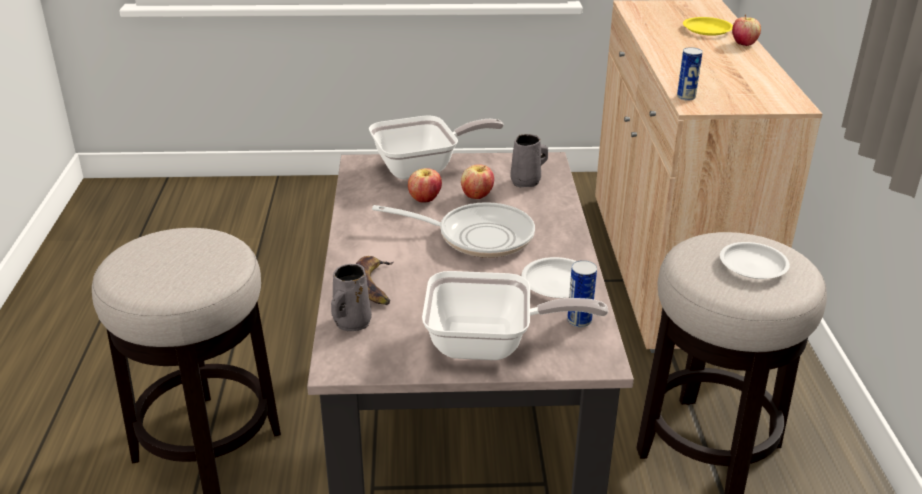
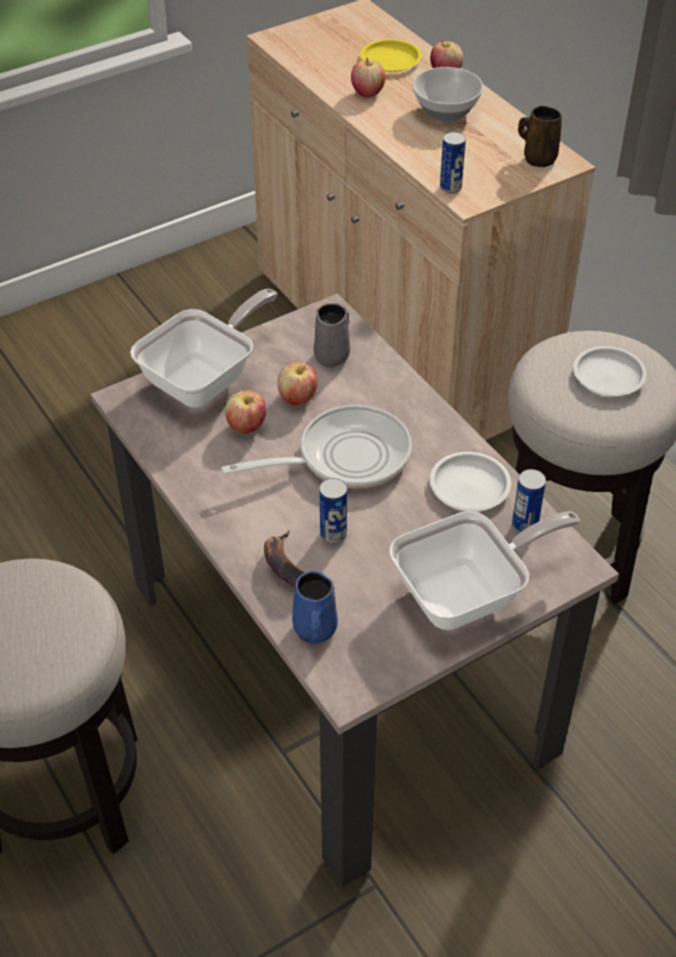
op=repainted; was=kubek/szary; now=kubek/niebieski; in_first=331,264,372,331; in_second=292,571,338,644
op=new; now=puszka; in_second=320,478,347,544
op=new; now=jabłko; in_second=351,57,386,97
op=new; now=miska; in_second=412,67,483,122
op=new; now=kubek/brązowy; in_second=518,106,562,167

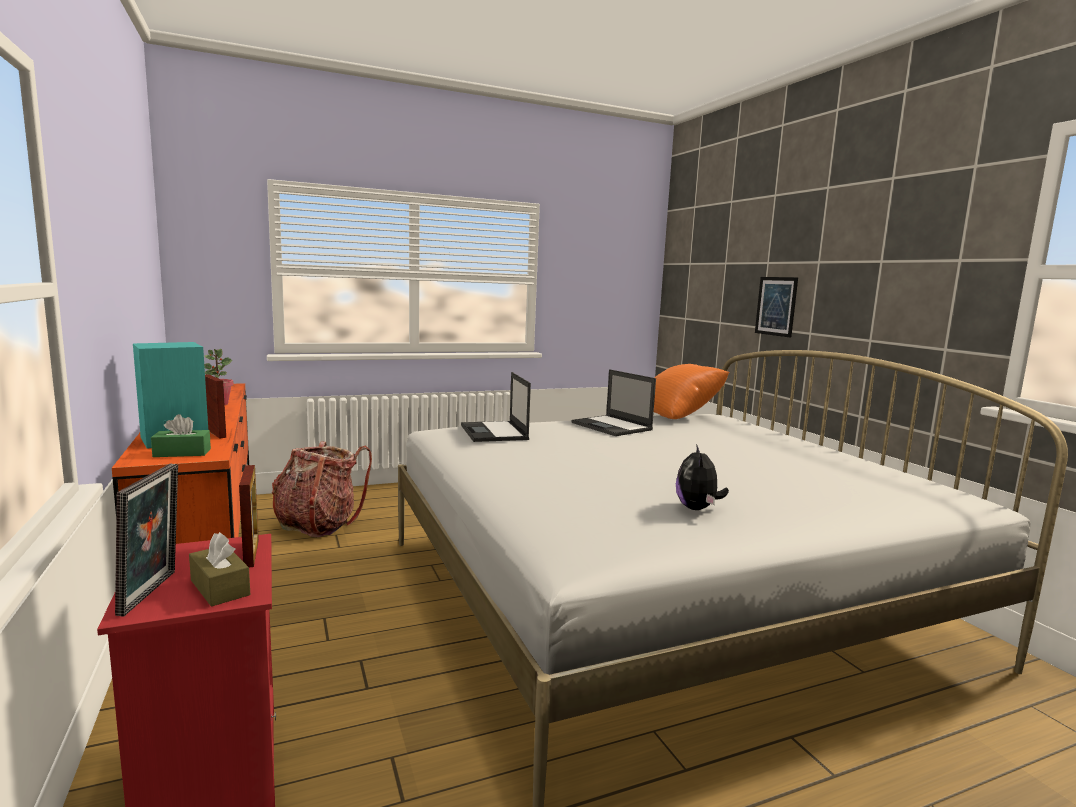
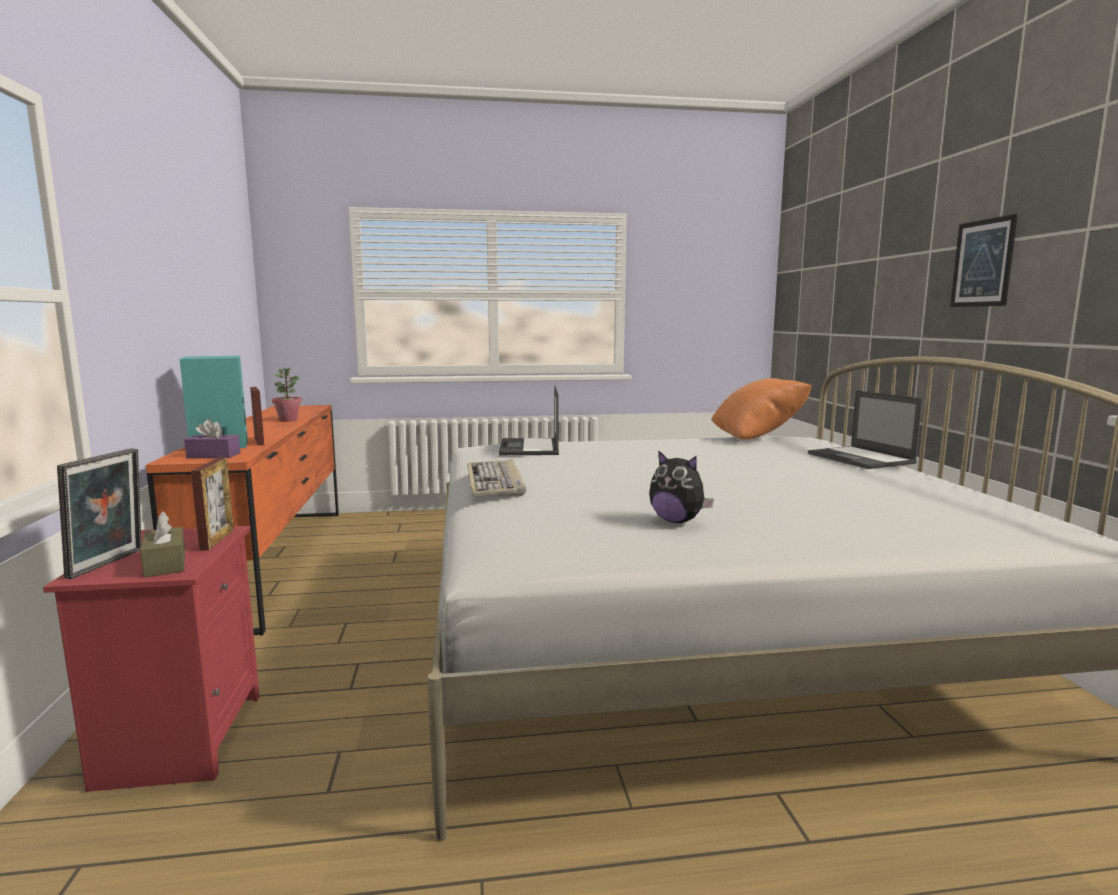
op=repainted; was=pudełko chusteczek/zielony; now=pudełko chusteczek/fioletowy; in_first=151,414,211,457; in_second=184,419,241,458
op=gone; was=plecak; in_first=272,441,372,537
op=shifted; was=laptop; in_first=571,369,656,436; in_second=808,390,923,469
op=rotated; was=pluszak; in_first=676,444,729,510; in_second=649,450,714,523; clockwise=-75
op=shifted; was=obraz; in_first=755,277,798,338; in_second=950,214,1018,307
op=new; now=klawiatura; in_second=467,459,526,497

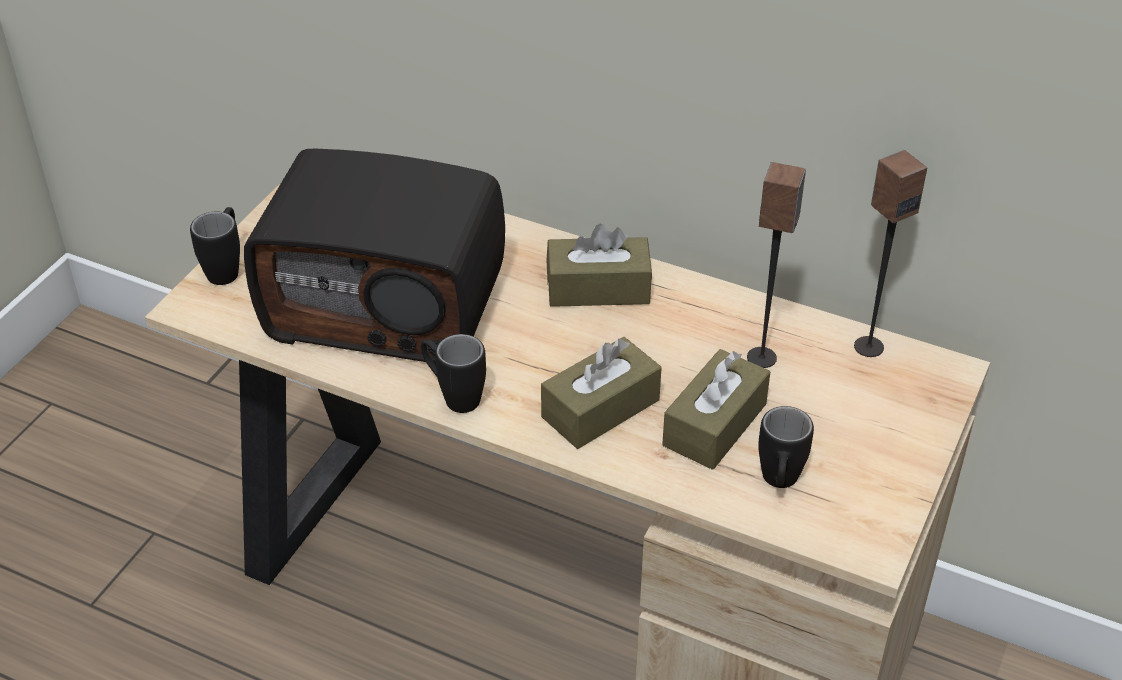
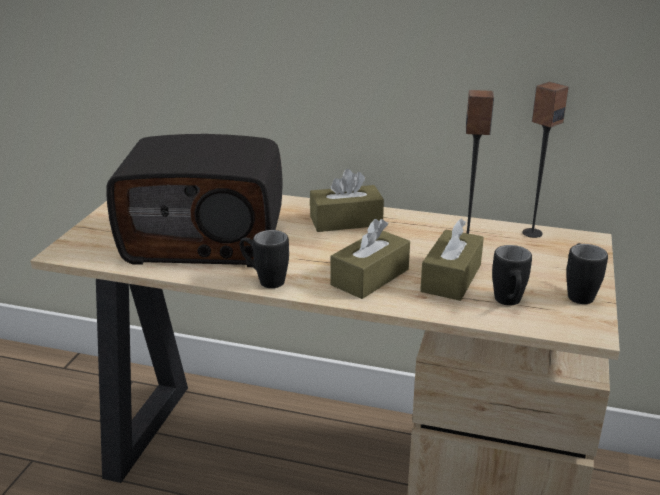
op=shifted; was=kubek/czarny; in_first=190,207,240,285; in_second=566,243,608,304

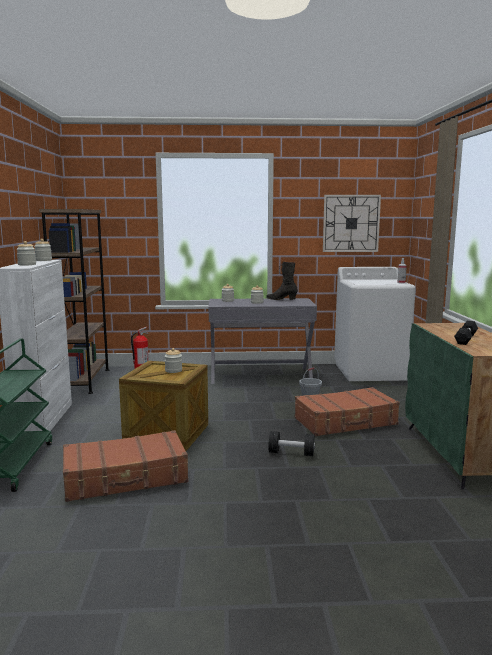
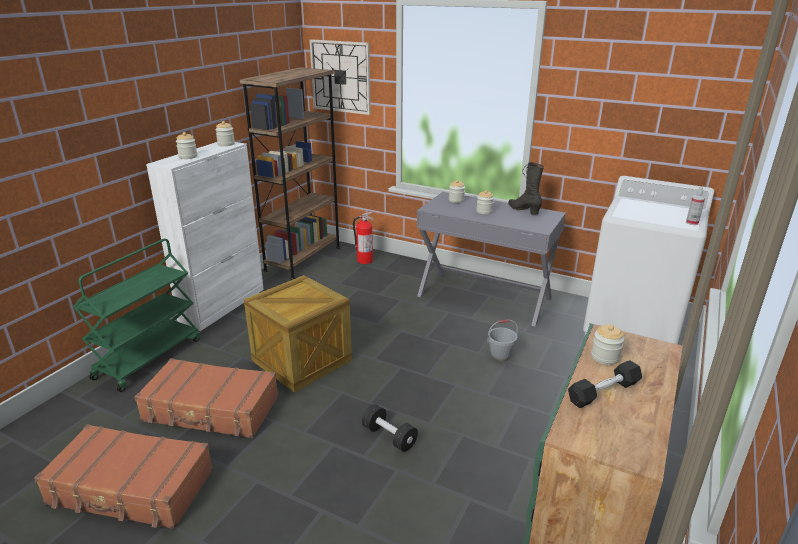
op=shifted; was=słoik; in_first=165,348,182,373; in_second=591,325,624,365
op=shifted; was=walizka/brązowy; in_first=294,387,400,436; in_second=34,424,213,529
op=shifted; was=zegar ścienny; in_first=323,195,381,252; in_second=310,39,371,115

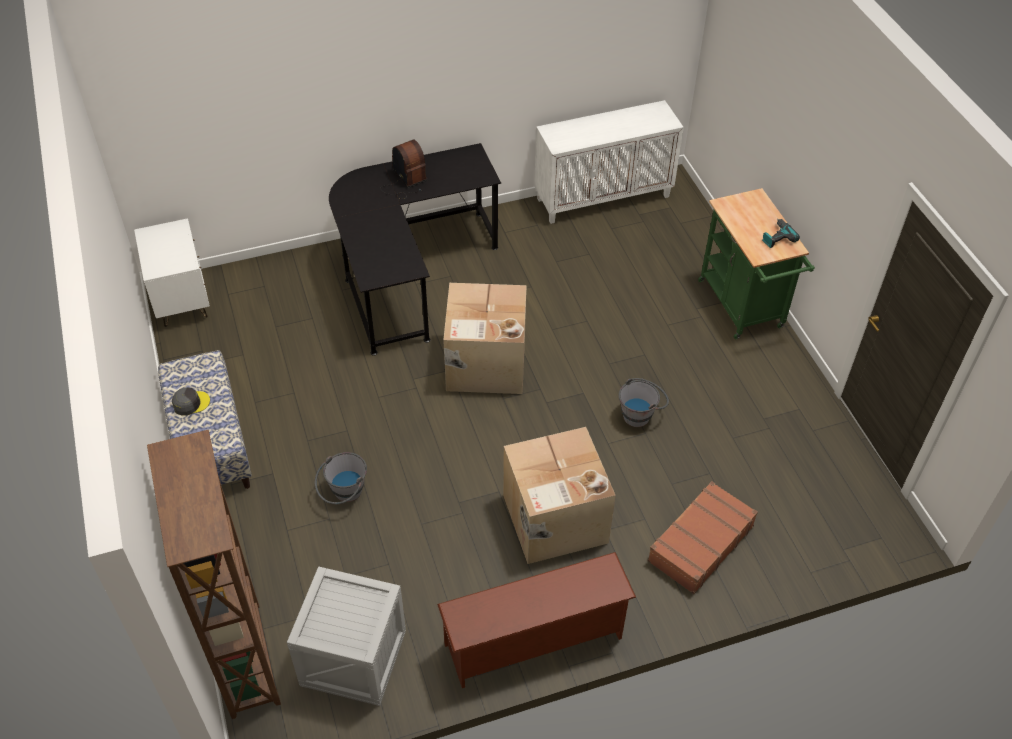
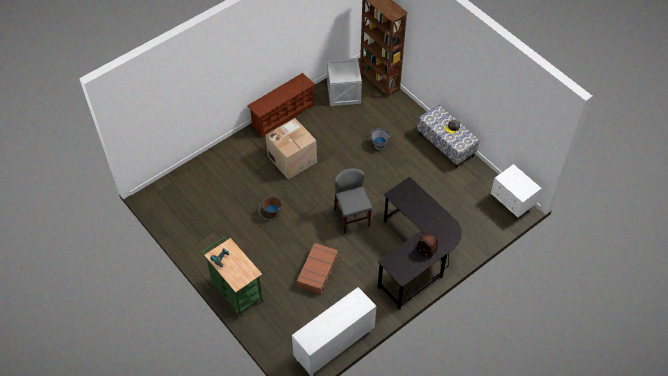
op=swapped; was=karton; now=krzesło/szary; in_first=443,283,527,394; in_second=334,168,372,234
op=repainted; was=wiadro/szary; now=wiadro/brązowy; in_first=619,378,669,427; in_second=259,197,282,220
op=shifted; was=walizka/brązowy; in_first=648,481,758,594; in_second=297,243,338,295

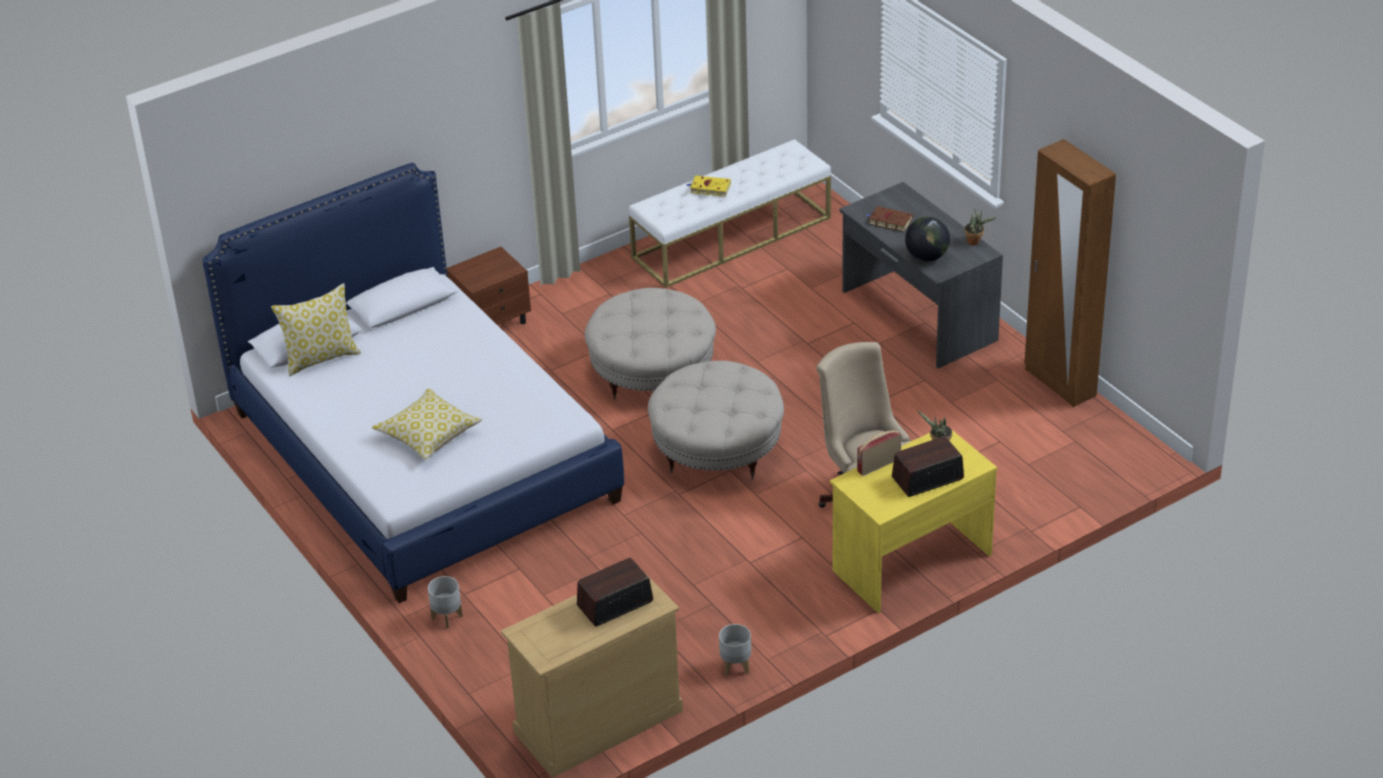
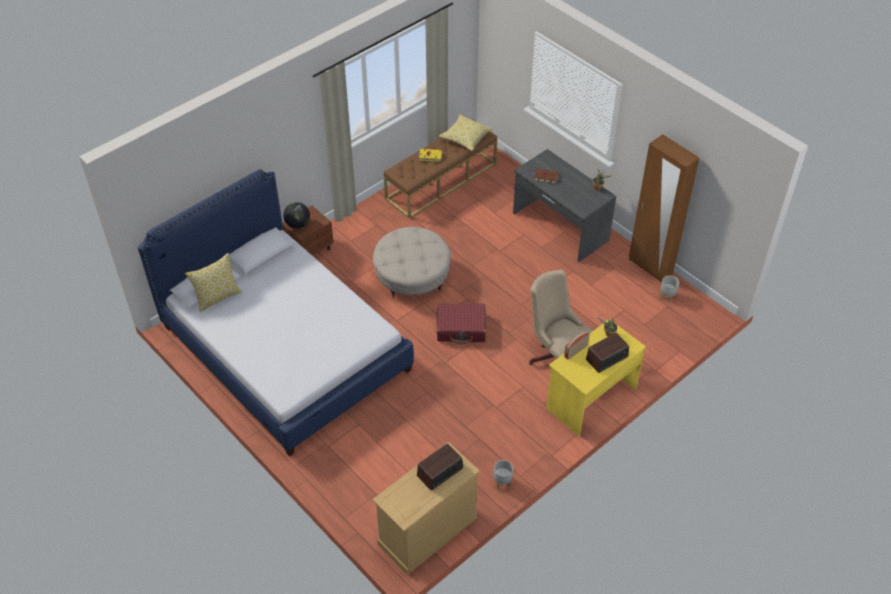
op=shifted; was=poduszka; in_first=372,388,483,459; in_second=438,114,493,151
op=shifted; was=donica/szary; in_first=428,576,463,628; in_second=659,276,679,303
op=repainted; was=ławka/biały; now=ławka/brązowy; in_first=629,139,831,288; in_second=384,119,497,218
op=swapped; was=pufa/beżowy; now=walizka/czerwony; in_first=648,361,784,479; in_second=437,303,486,344
op=shifted; was=globus; in_first=905,217,950,261; in_second=283,202,310,229

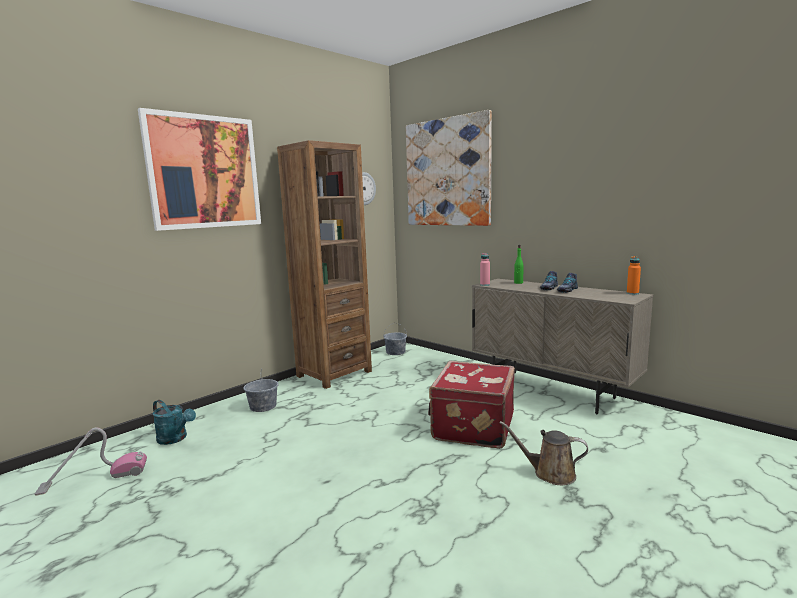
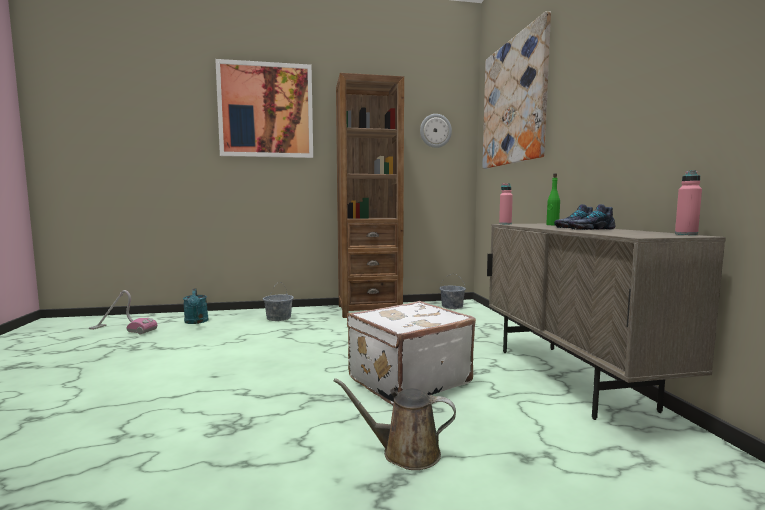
op=repainted; was=walizka/czerwony; now=walizka/biały; in_first=428,361,515,449; in_second=347,301,476,405
op=rotated; was=konewka/brązowy; in_first=500,421,588,485; in_second=334,378,456,470; clockwise=-45
op=repainted; was=butelka/pomarańczowy; now=butelka/różowy; in_first=627,256,641,295; in_second=675,170,702,235

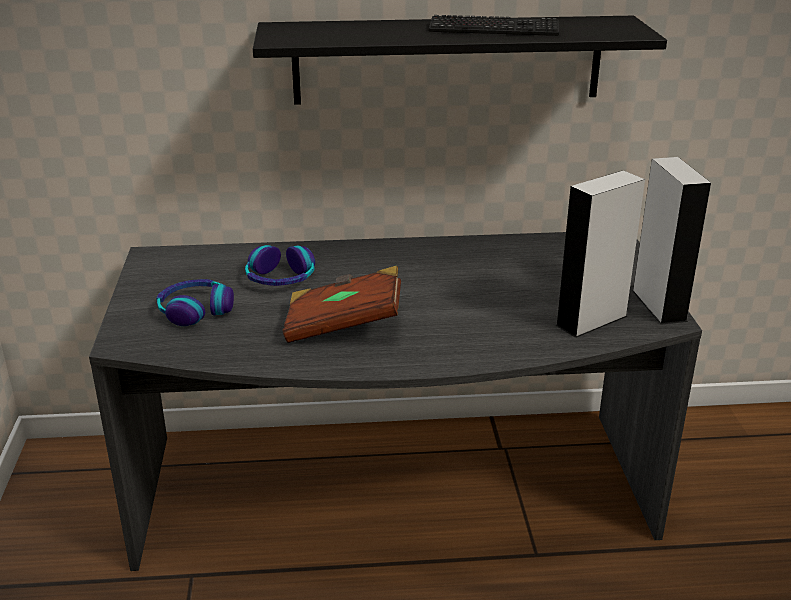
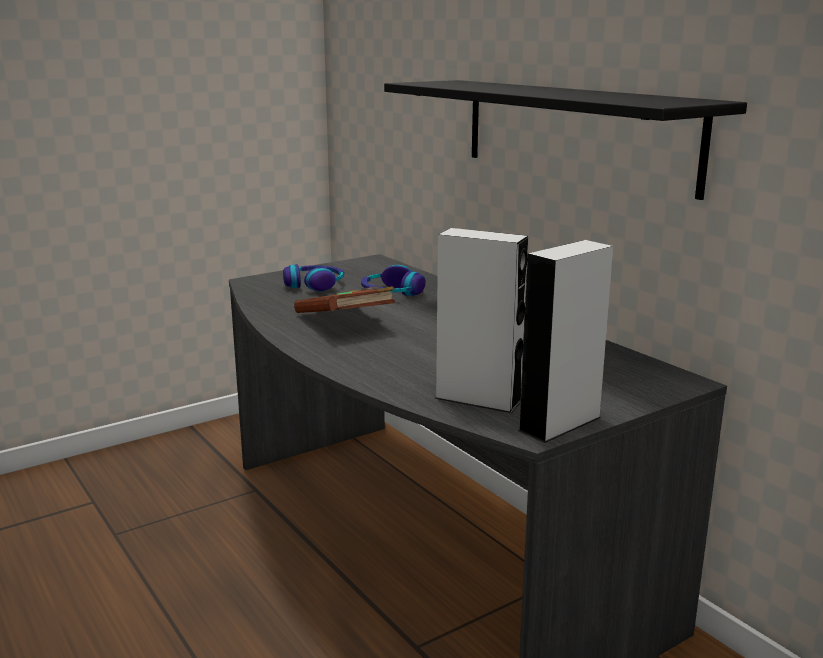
op=gone; was=klawiatura; in_first=429,15,559,36

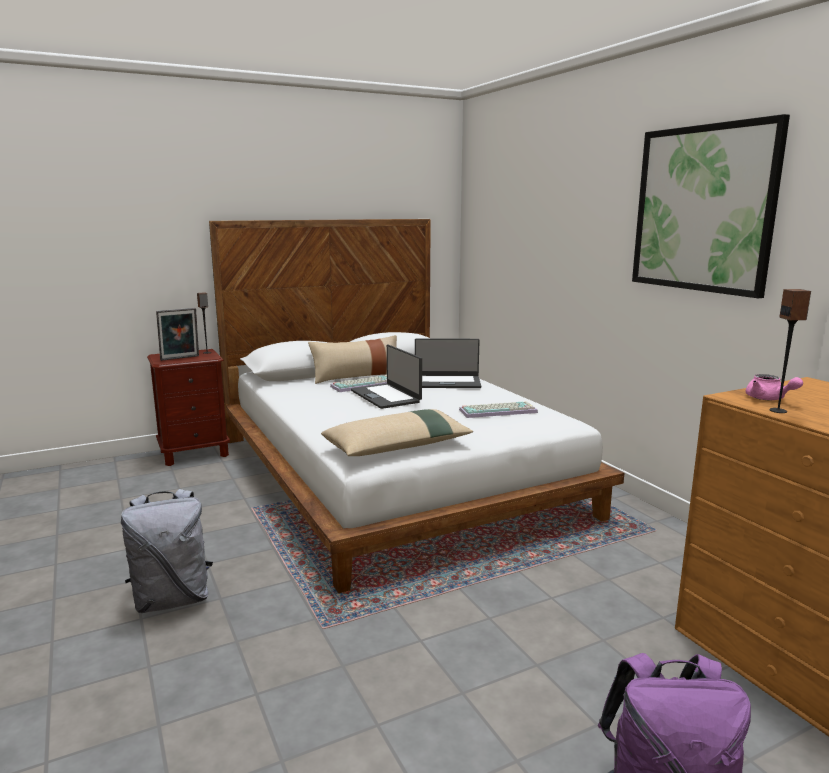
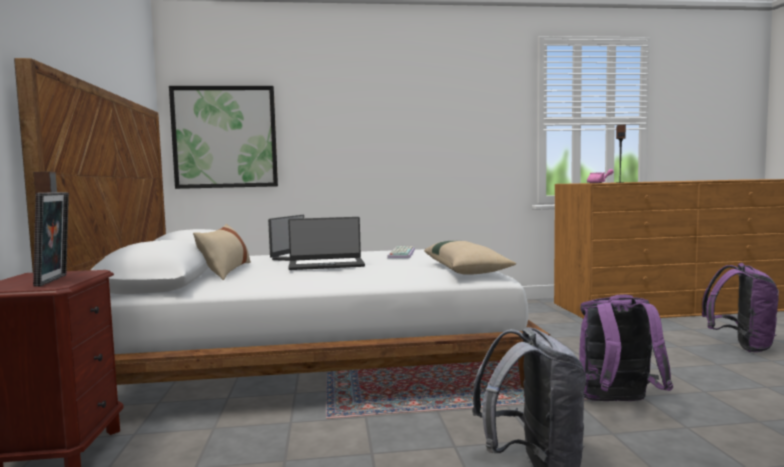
op=gone; was=klawiatura; in_first=330,375,387,392
op=shifted; was=obraz; in_first=632,114,790,298; in_second=169,86,278,189
op=new; now=plecak/fioletowy; in_second=579,294,673,401

